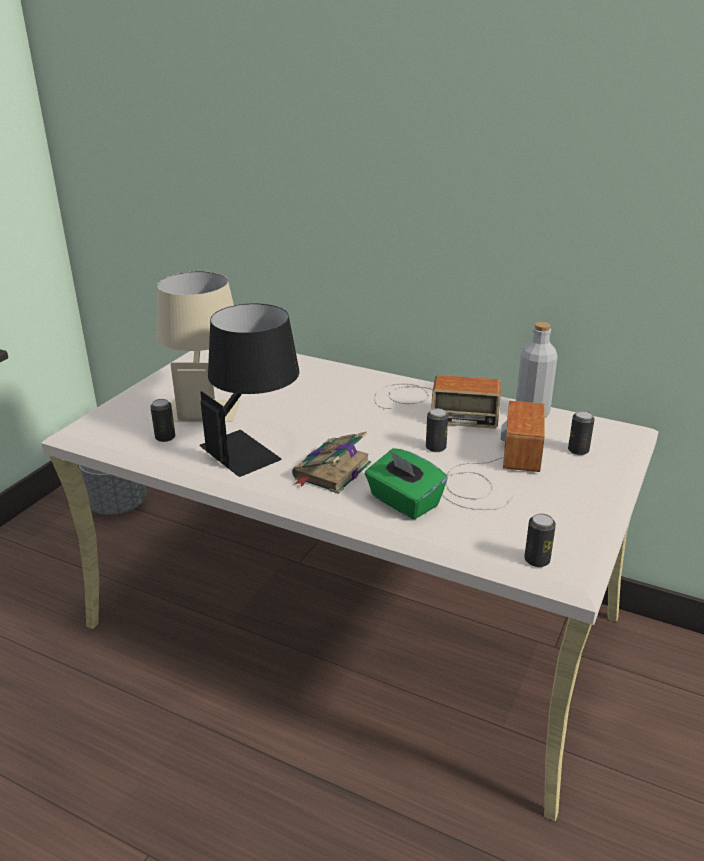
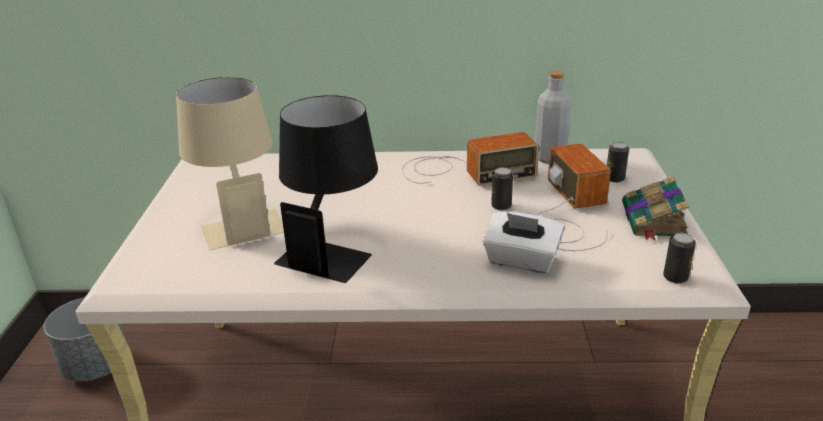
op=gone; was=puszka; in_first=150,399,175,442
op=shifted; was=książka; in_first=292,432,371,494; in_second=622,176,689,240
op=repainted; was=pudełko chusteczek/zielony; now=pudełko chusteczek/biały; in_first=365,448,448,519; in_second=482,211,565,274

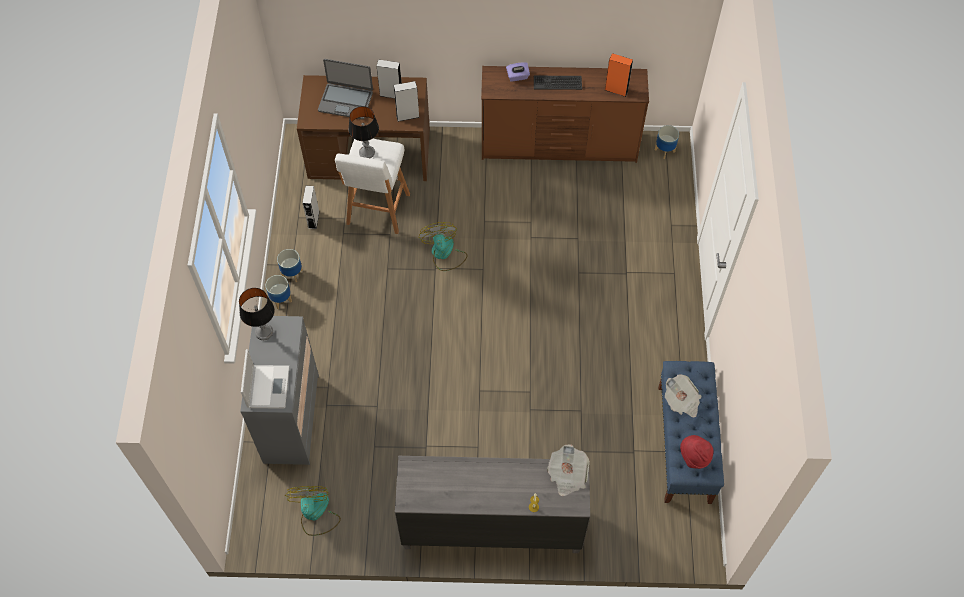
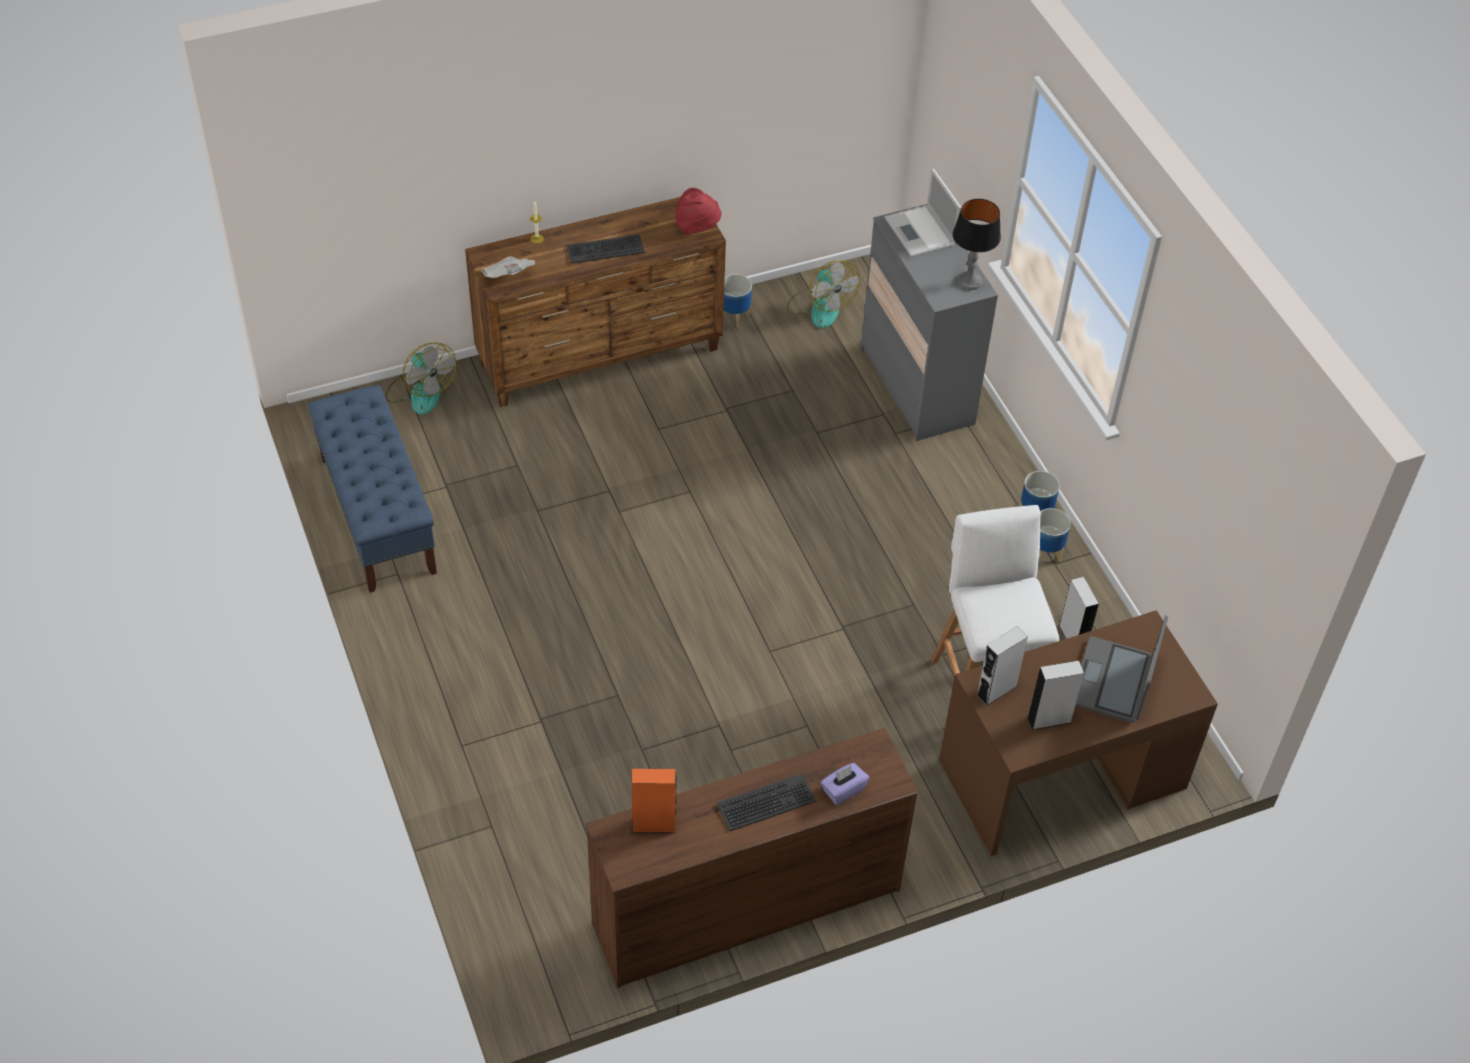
op=rotated; was=laptop; in_first=318,59,373,120; in_second=1075,615,1168,723; clockwise=-60
op=gone; was=lampa stołowa; in_first=348,106,379,158
op=repainted; was=komoda/szary; now=komoda/brązowy; in_first=395,456,590,553; in_second=465,197,726,407
op=shifted; was=wentylator; in_first=419,222,468,271; in_second=385,343,456,415
op=shifted; was=donica; in_first=655,125,679,159; in_second=723,274,752,328
op=gone; was=gazeta; in_first=665,374,701,418
op=shifted; was=kapelusz/czerwony; in_first=680,435,714,469; in_second=675,188,721,235
op=new; now=klawiatura; in_second=566,234,645,264

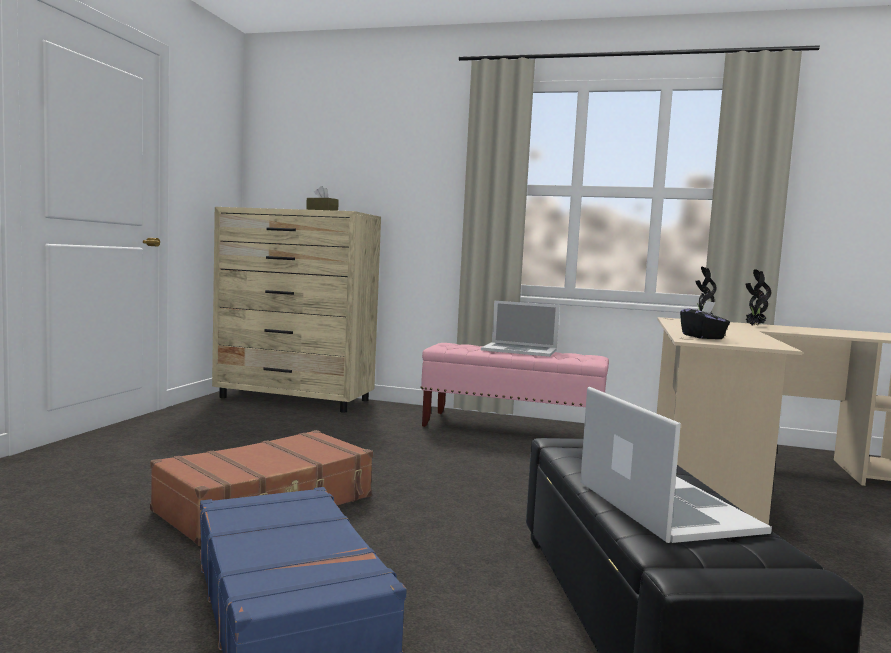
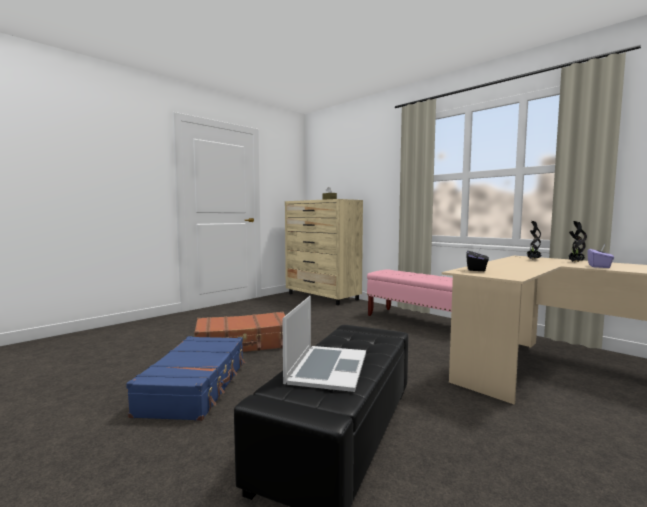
op=gone; was=laptop; in_first=481,301,560,357
op=new; now=pudełko chusteczek/fioletowy; in_second=587,245,614,268

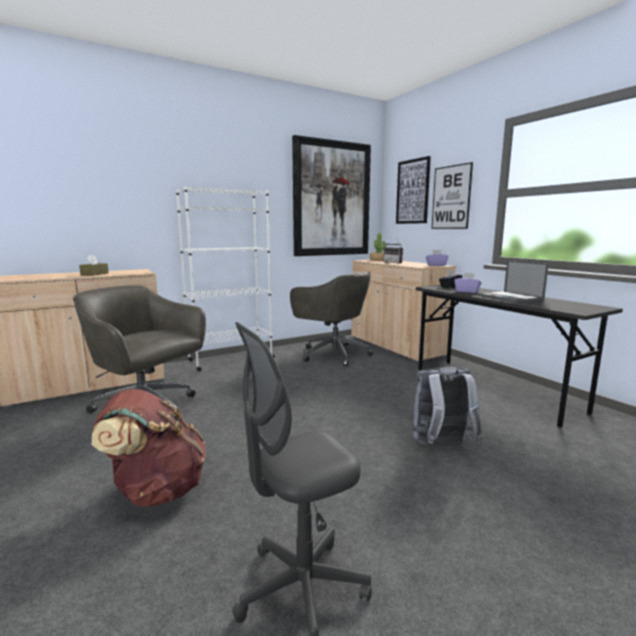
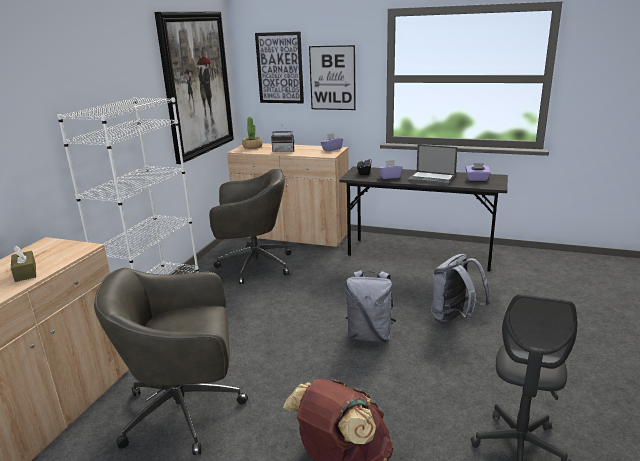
op=new; now=plecak/szary; in_second=345,271,396,342
op=new; now=pudełko chusteczek/fioletowy; in_second=465,163,490,181

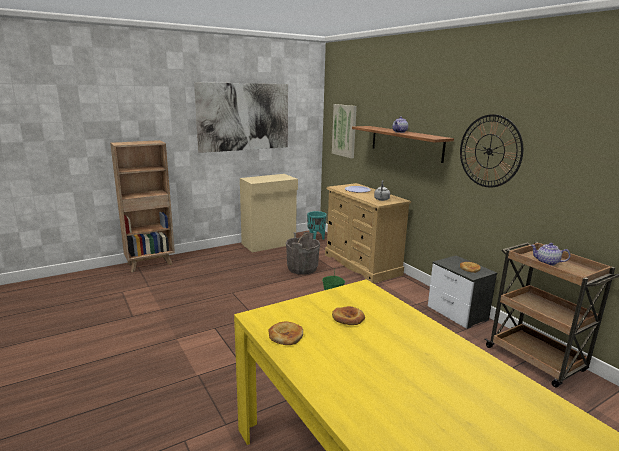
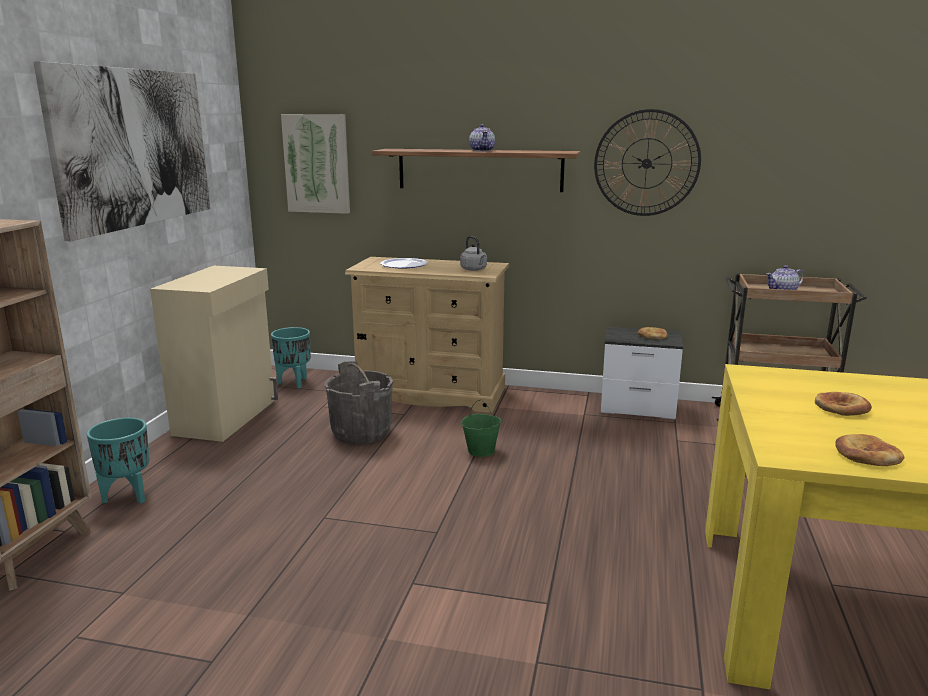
op=new; now=donica/turkusowy; in_second=87,418,150,503

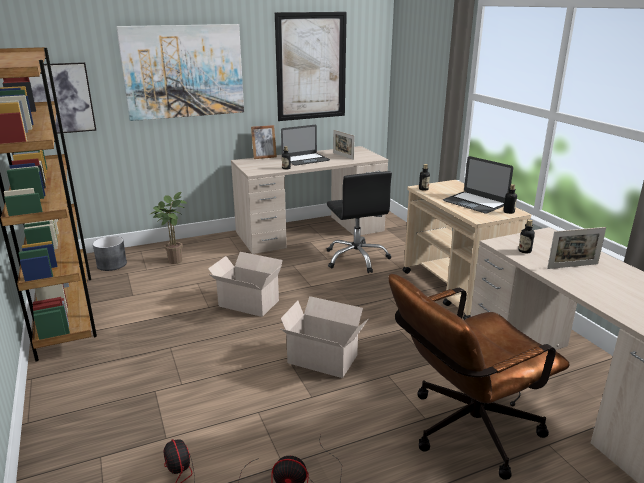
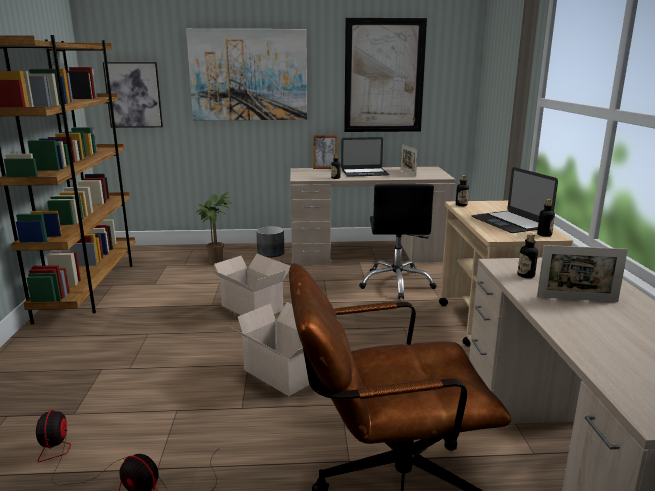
op=shifted; was=donica/szary; in_first=93,236,127,271; in_second=256,226,285,257

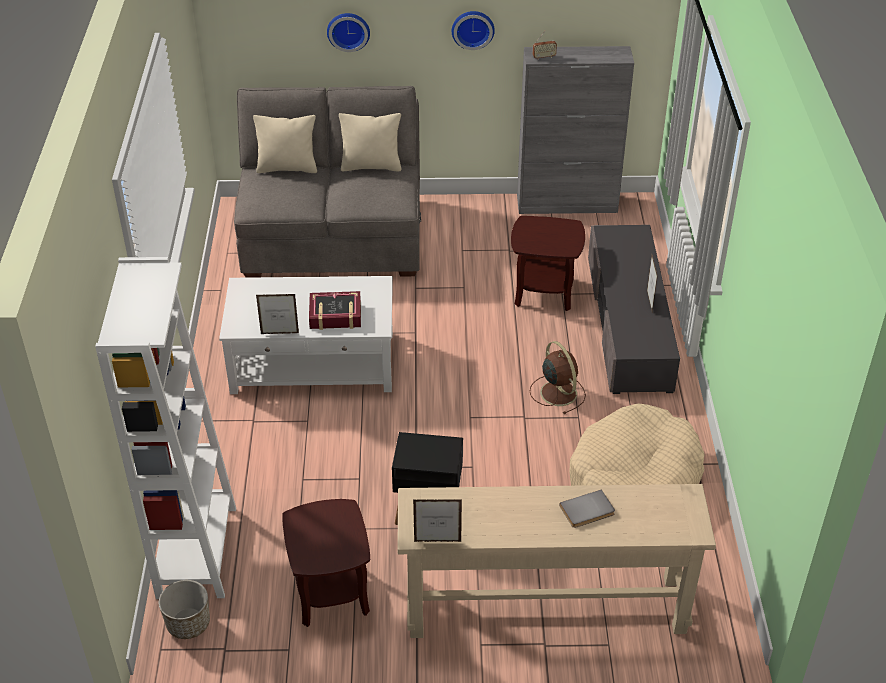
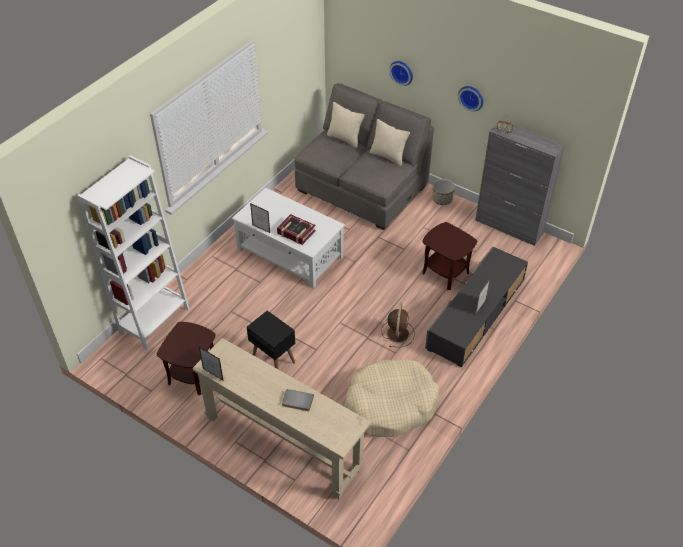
op=shifted; was=donica; in_first=159,580,210,639; in_second=432,179,455,205

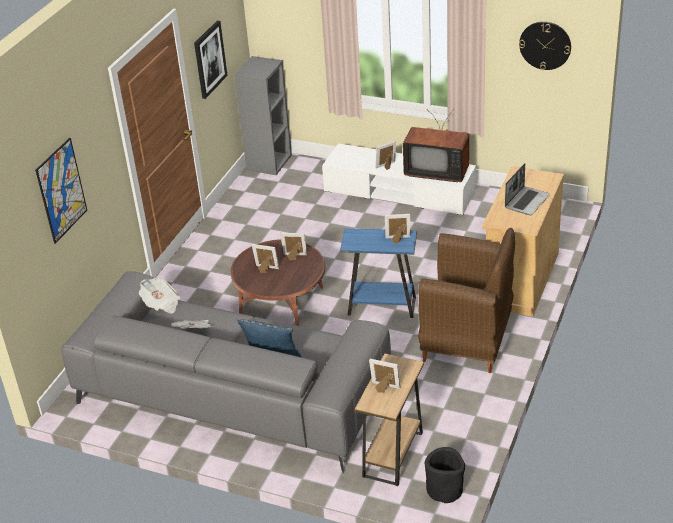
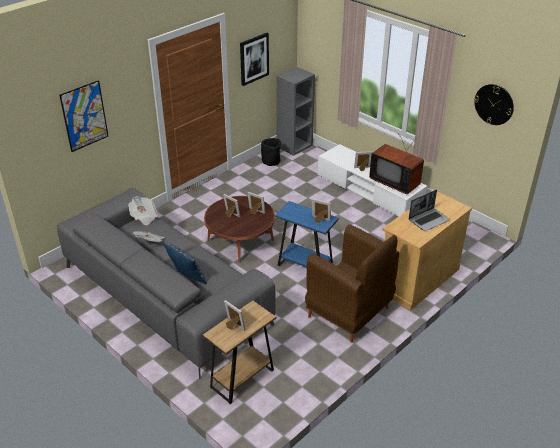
op=shifted; was=donica/czarny; in_first=425,447,465,503; in_second=261,138,281,166

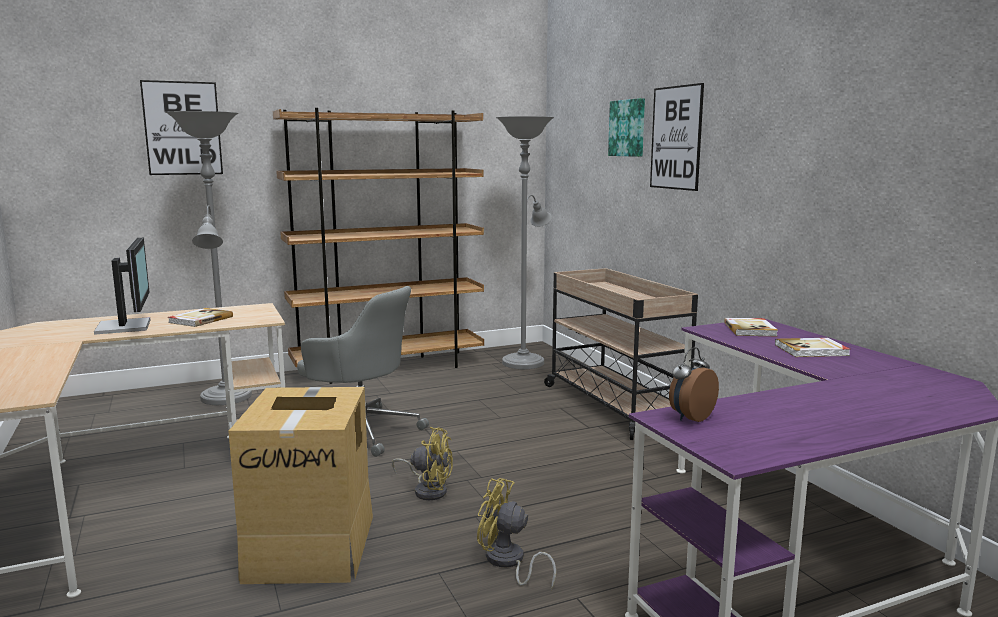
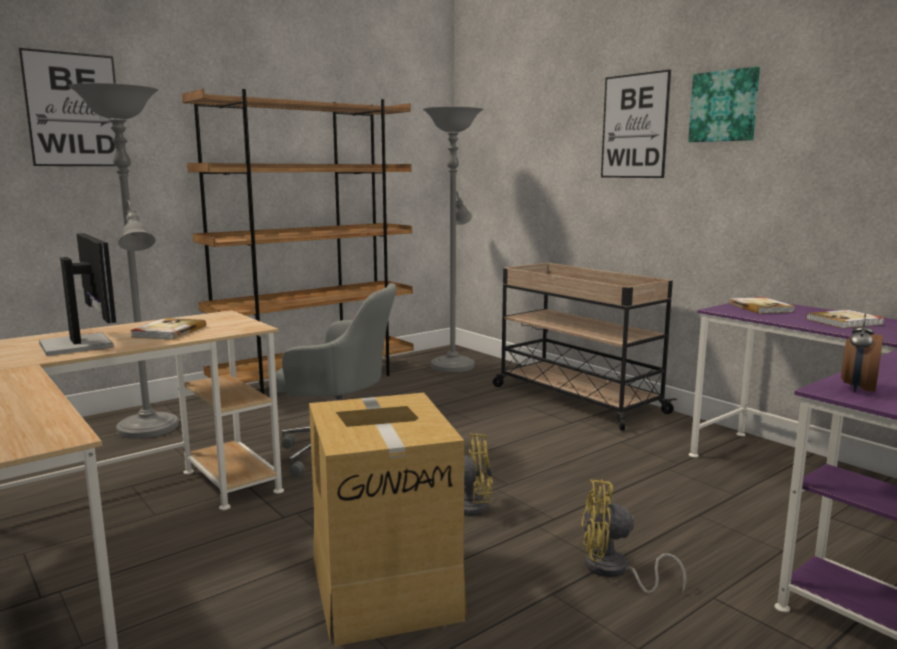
op=shifted; was=obraz; in_first=608,98,645,157; in_second=688,67,760,142

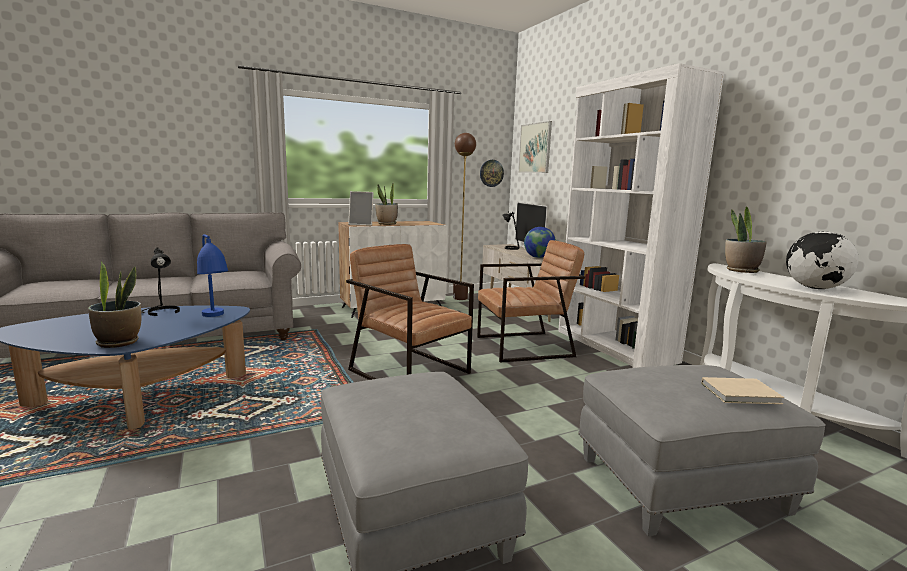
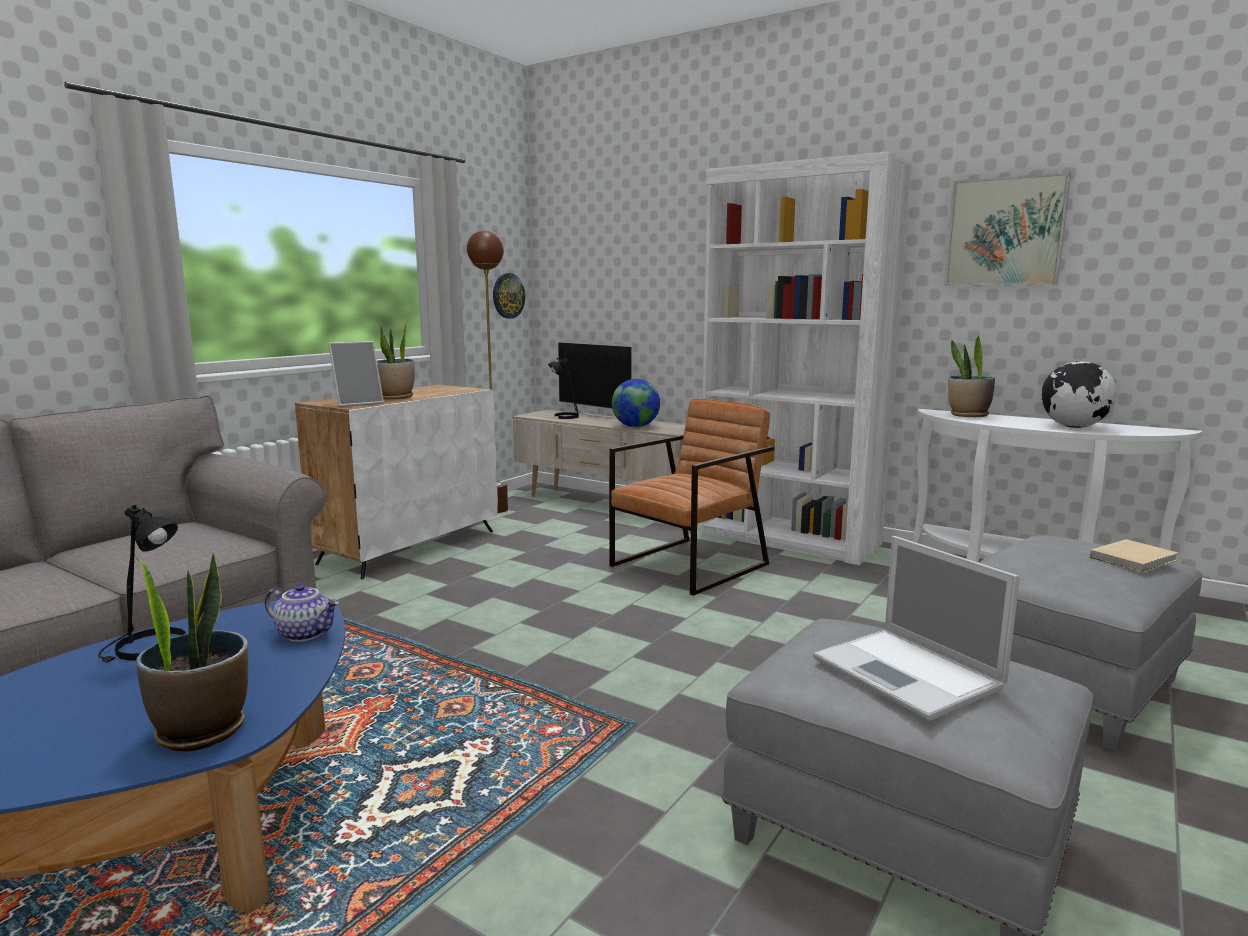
op=swapped; was=lampa stołowa/niebieski; now=imbryk; in_first=197,234,228,317; in_second=265,584,339,642
op=gone; was=fotel/brązowy; in_first=346,244,474,380
op=shifted; was=obraz; in_first=518,121,552,173; in_second=944,172,1071,286
op=new; now=laptop; in_second=813,536,1020,721

